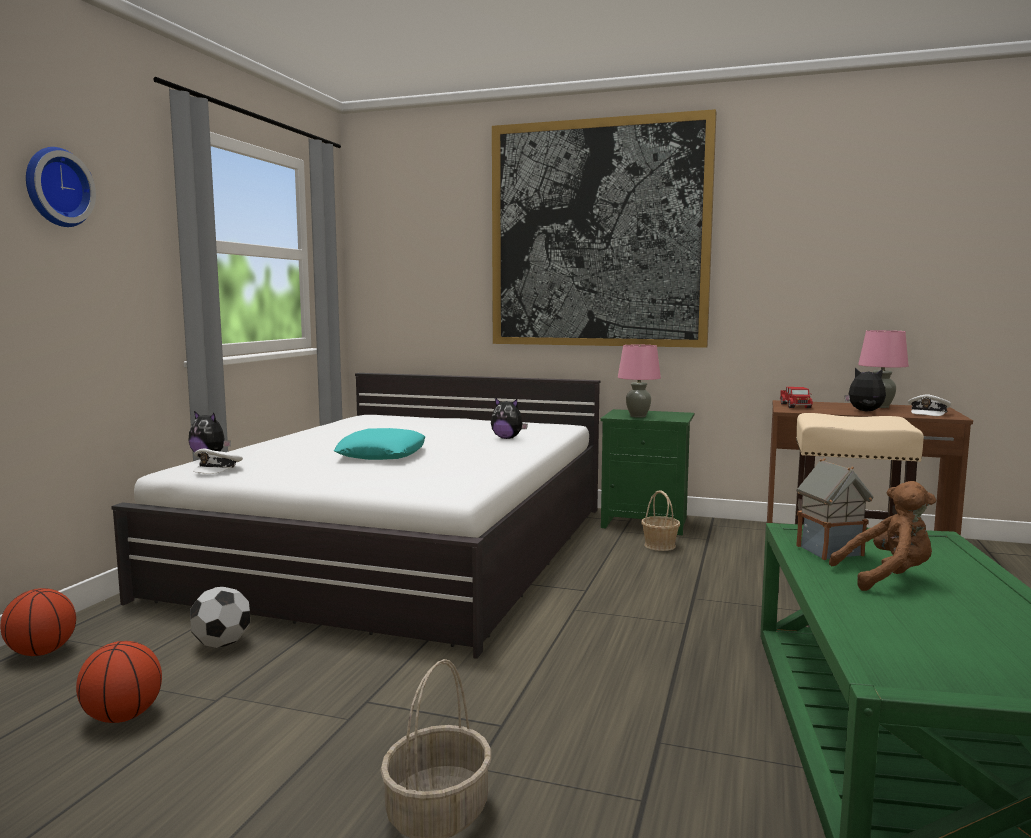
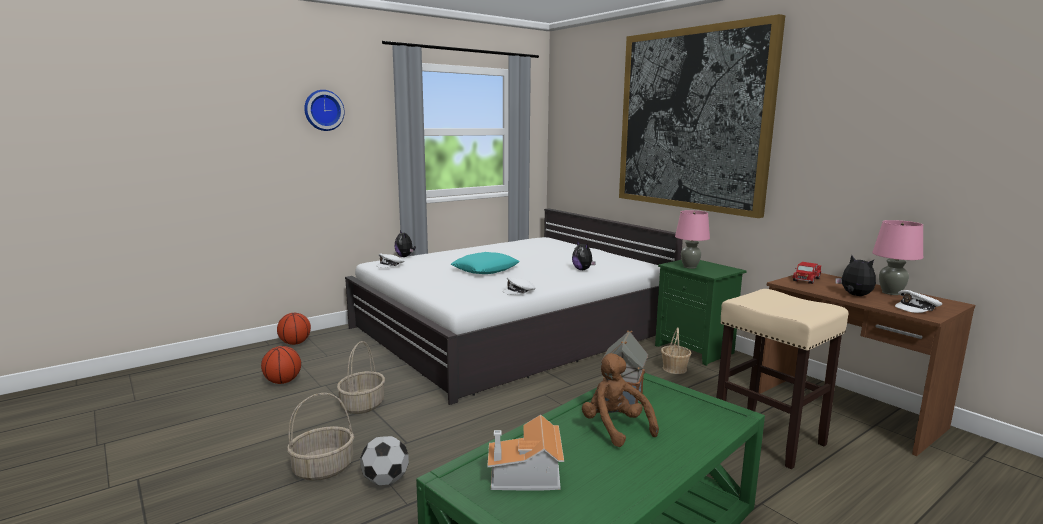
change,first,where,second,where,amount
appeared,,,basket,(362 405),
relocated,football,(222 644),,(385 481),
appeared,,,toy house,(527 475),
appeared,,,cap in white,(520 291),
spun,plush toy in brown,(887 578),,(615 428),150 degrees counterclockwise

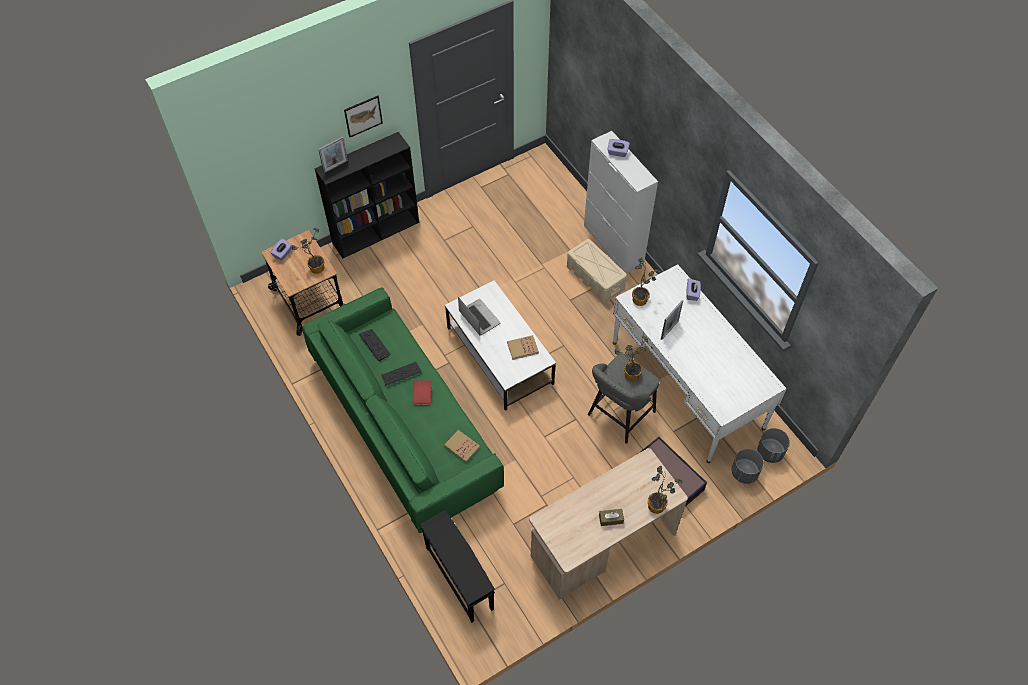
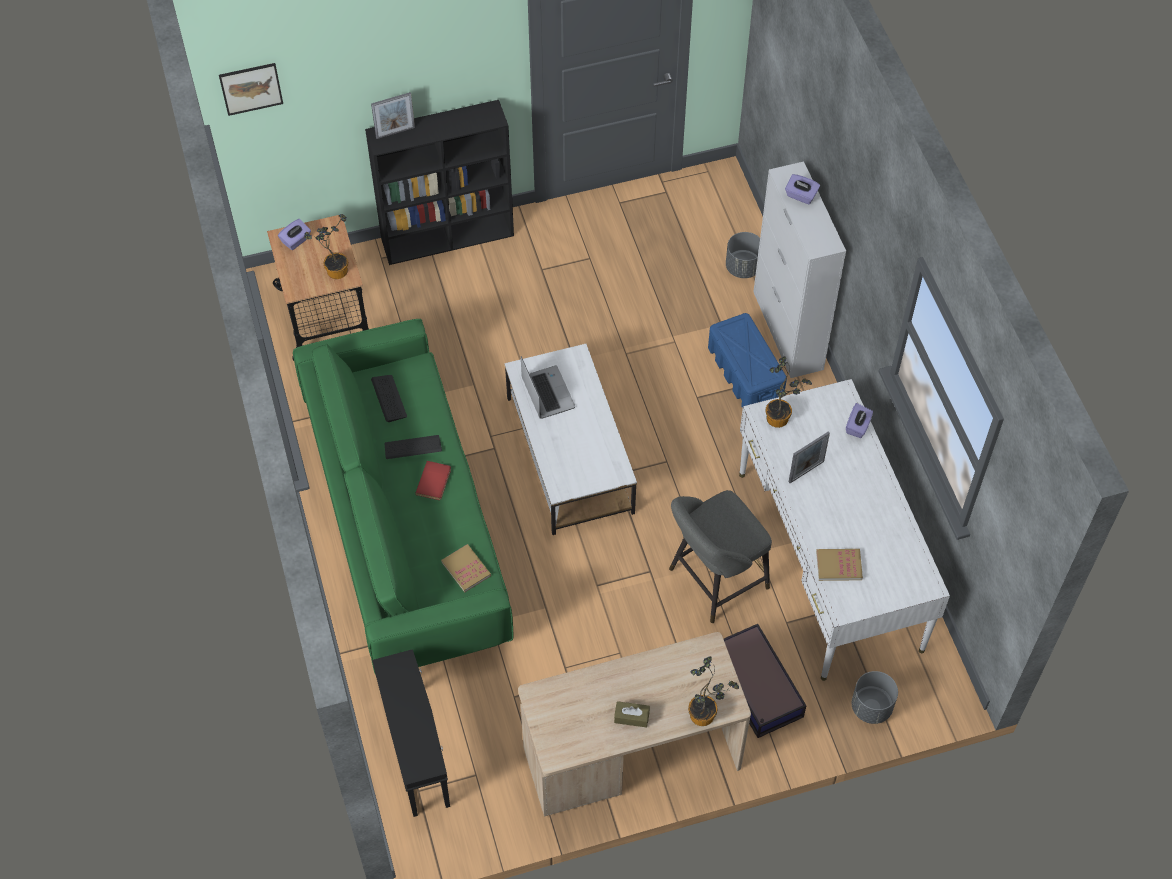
change,first,where,second,where,amount
relocated,picture,(363 116),,(251 88),
colour,storage box in beige,(595 278),storage box in blue,(745 373),
relocated,planter in grey,(770 452),,(743 267),
relocated,book,(522 348),,(839 565),
missing,potted plant,(629 373),,,

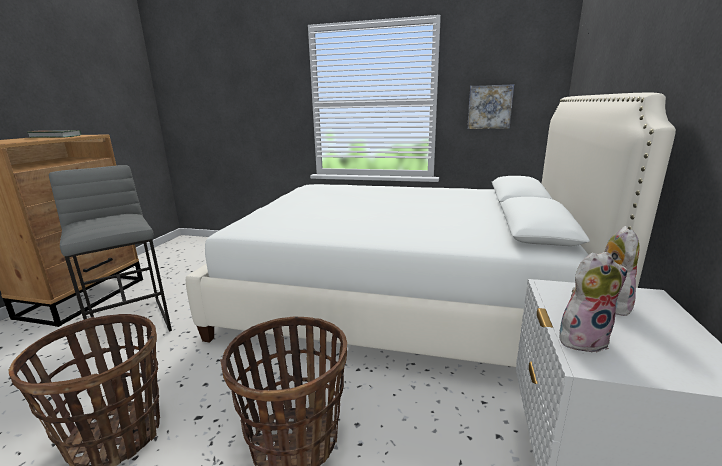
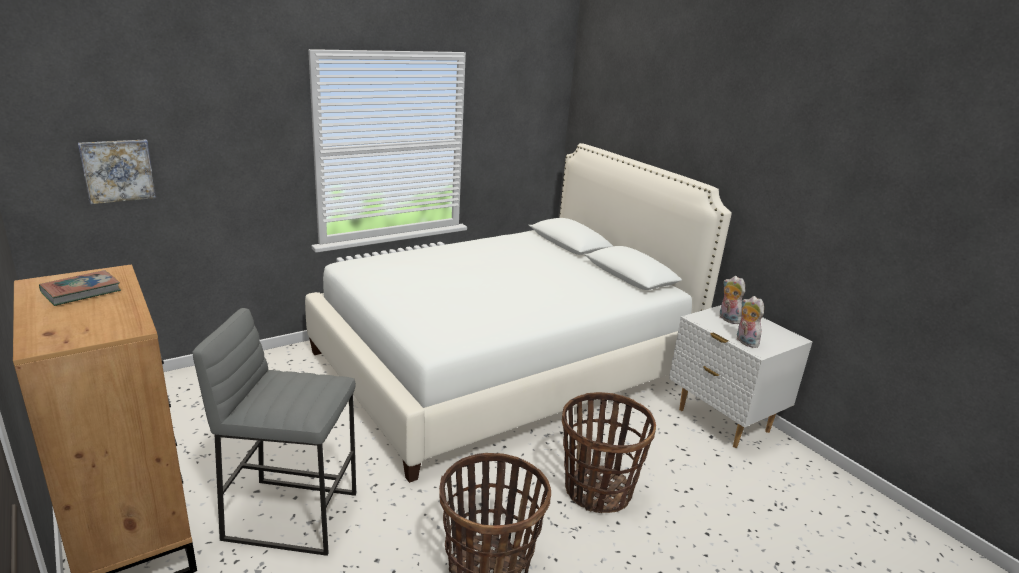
change,first,where,second,where,amount
relocated,picture,(489 107),,(118 170),
spun,plush toy,(582 339),,(745 342),60 degrees counterclockwise

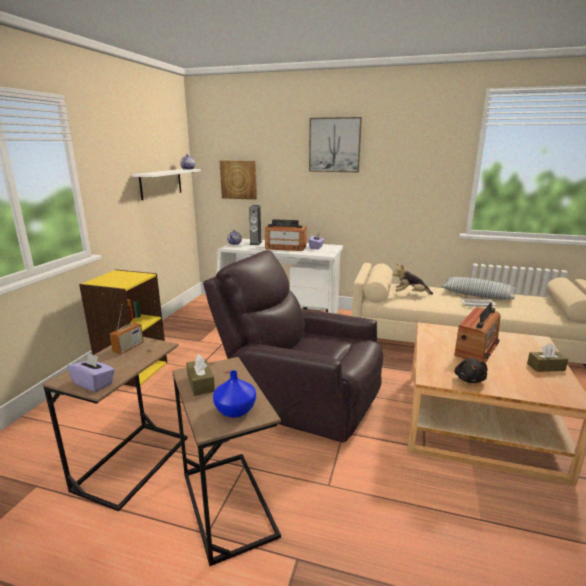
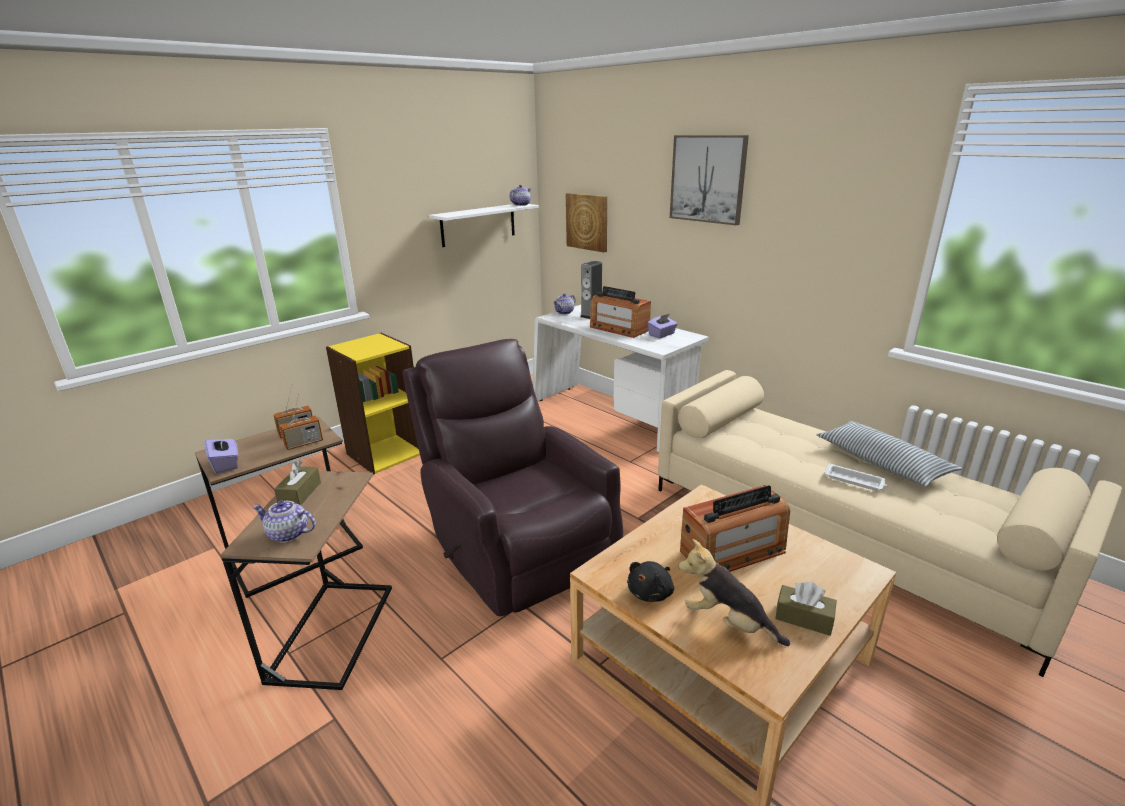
change,first,where,second,where,amount
exchanged,vase in blue,(236 411),teapot,(288 534),
appeared,,,radio,(304 443),
relocated,plush toy,(410 294),,(728 622),

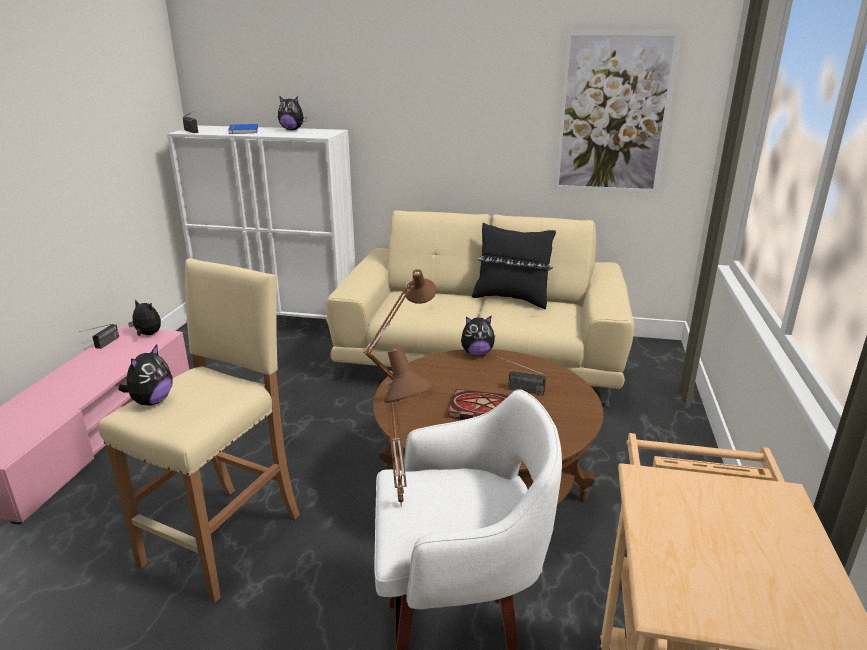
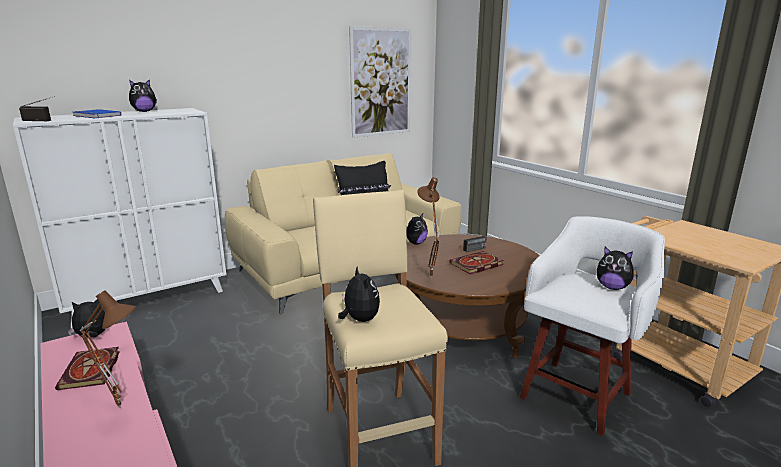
change,first,where,second,where,amount
appeared,,,book,(91 371),
relocated,table lamp in brown,(404 504),,(122 405),
appeared,,,plush toy,(612 287),
missing,radio,(103 345),,,

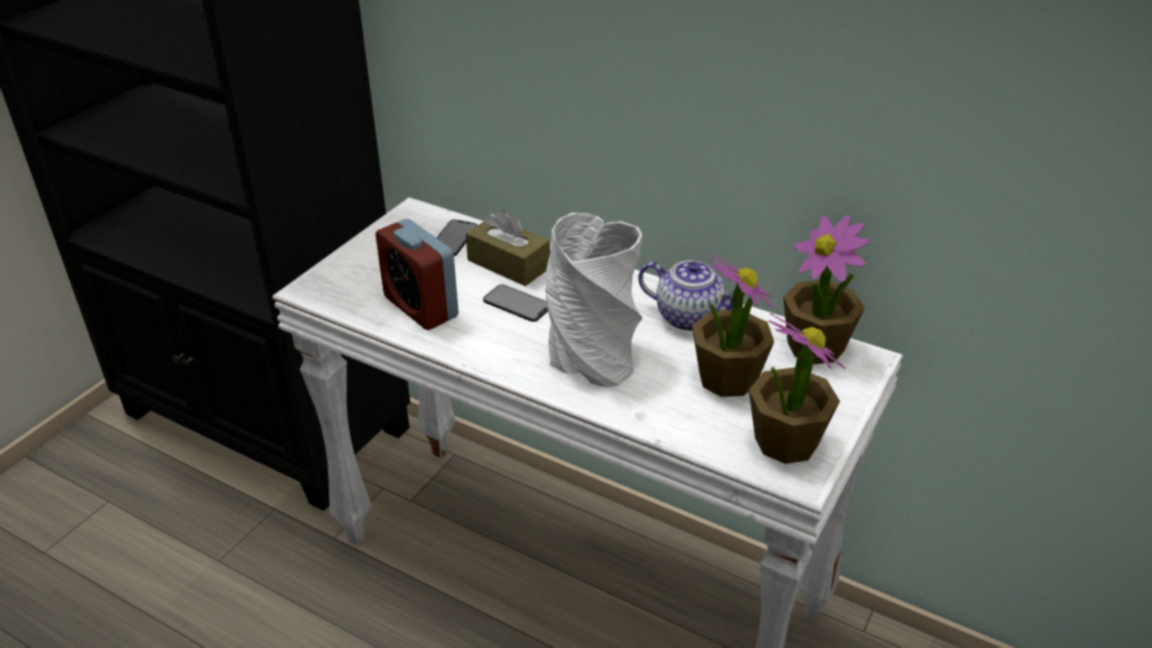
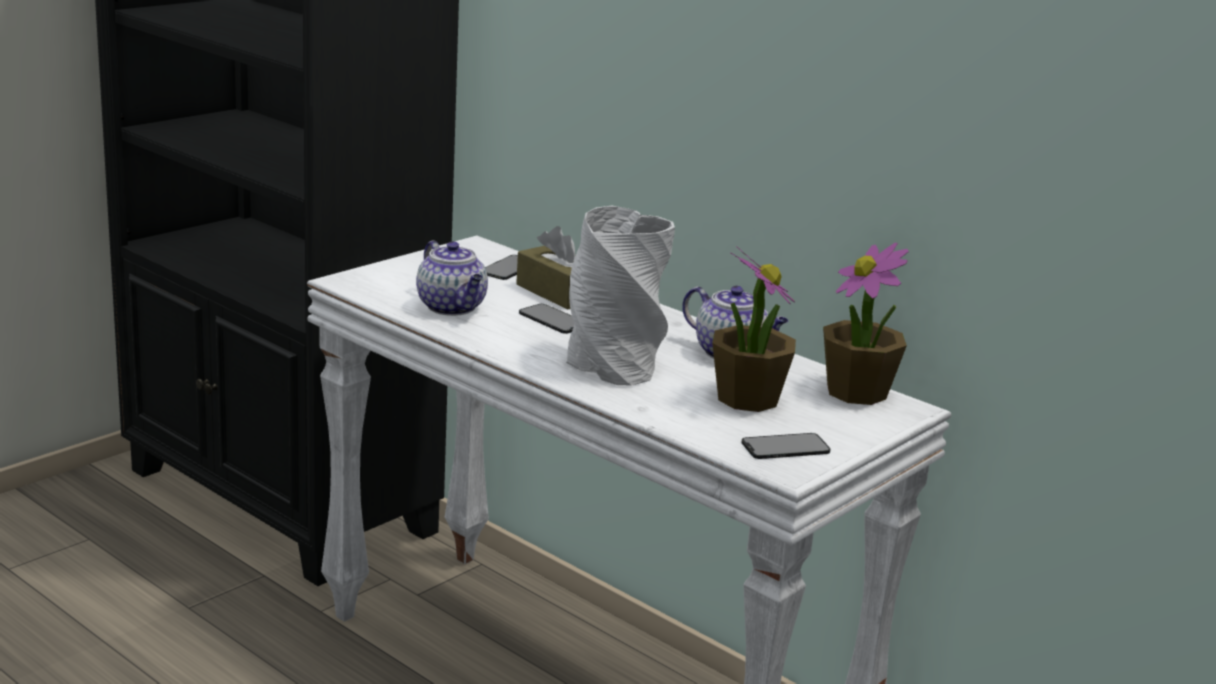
change,first,where,second,where,amount
exchanged,alarm clock,(421 307),teapot,(453 308),
exchanged,potted plant,(785 442),phone,(785 447),

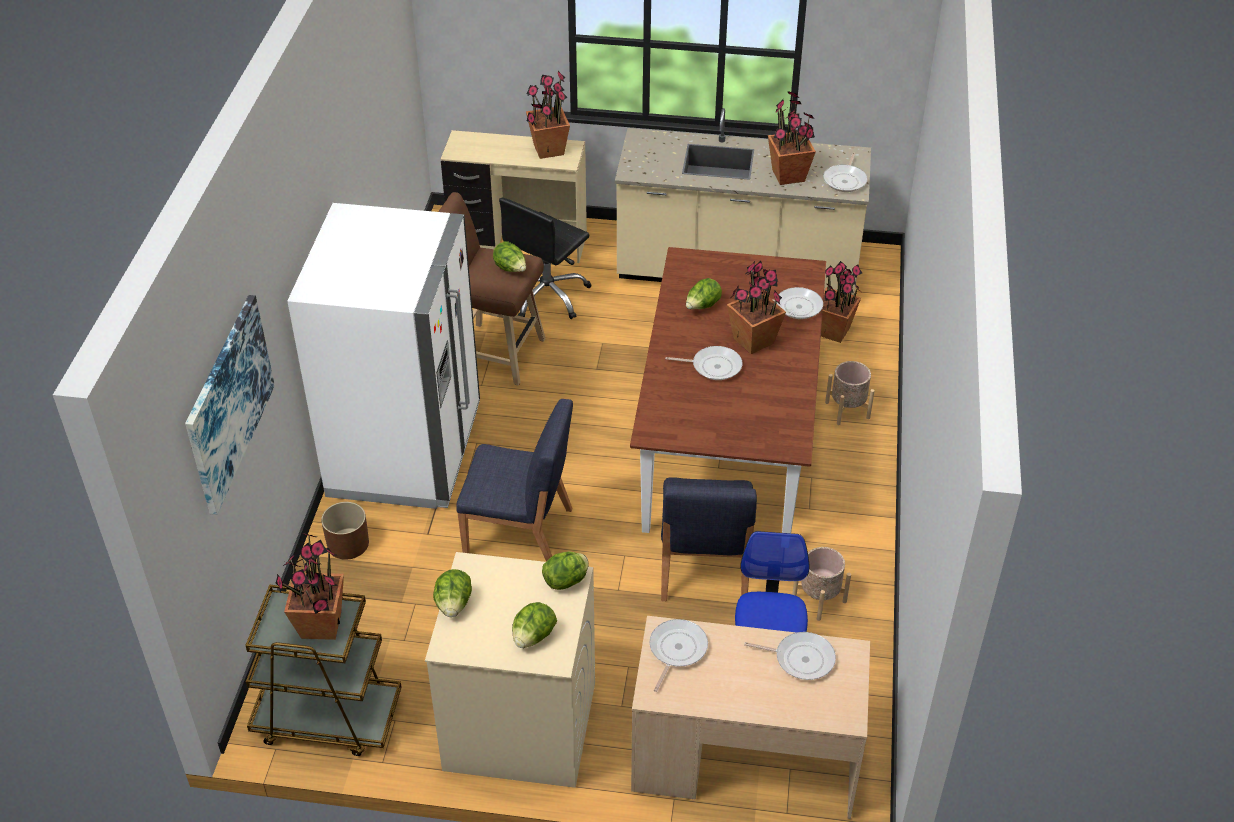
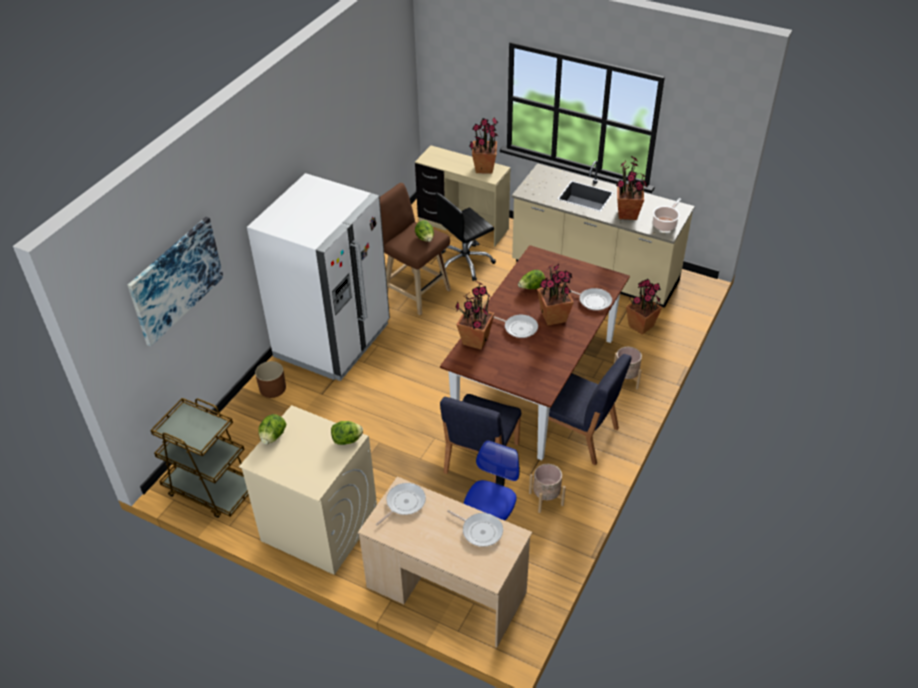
change,first,where,second,where,amount
relocated,potted plant,(320 625),,(475 340),
relocated,chair in blue,(520 532),,(579 435),
exchanged,frying pan,(845 180),cooking pot,(665 224),
missing,lettuce,(533 636),,,

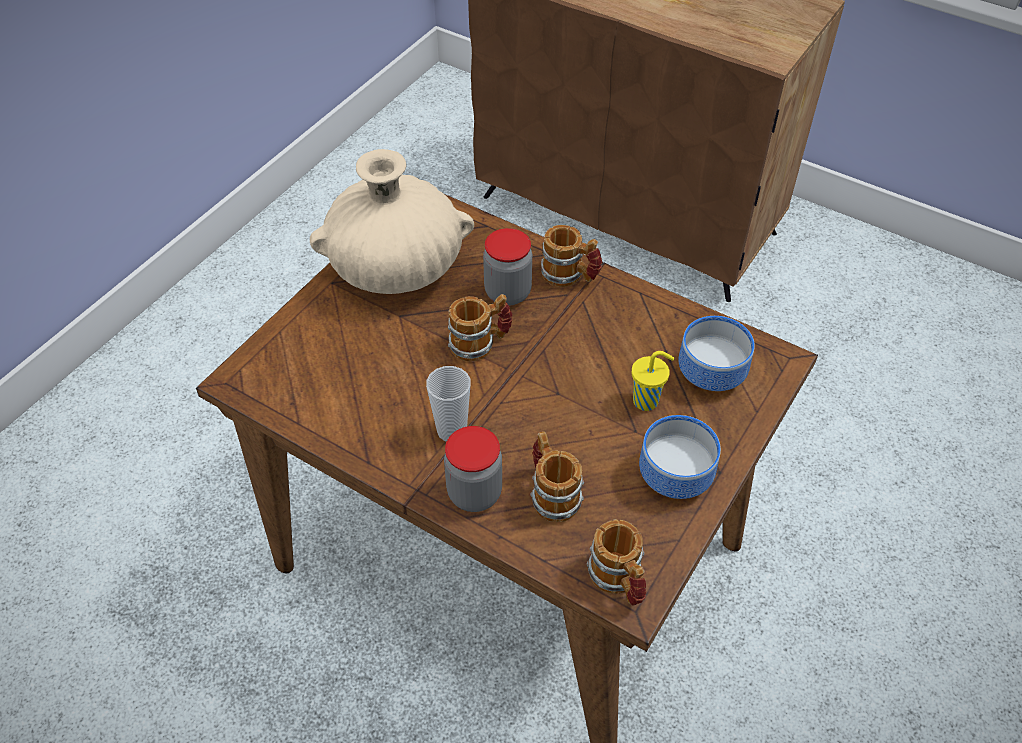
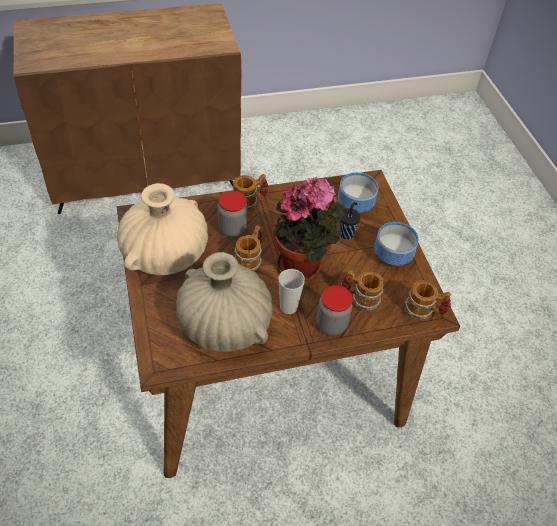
change,first,where,second,where,amount
appeared,,,vase in beige,(224 325),
appeared,,,potted plant,(303 266),
colour,cup in yellow,(647 401),cup in black,(346 233),

